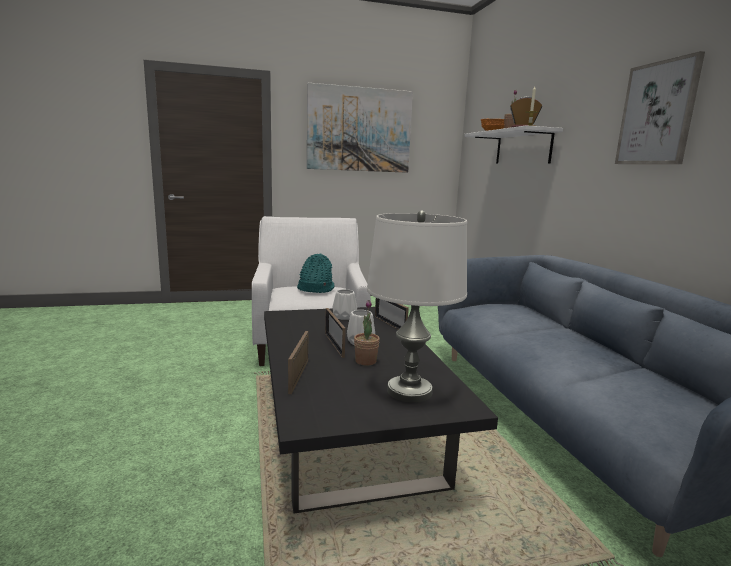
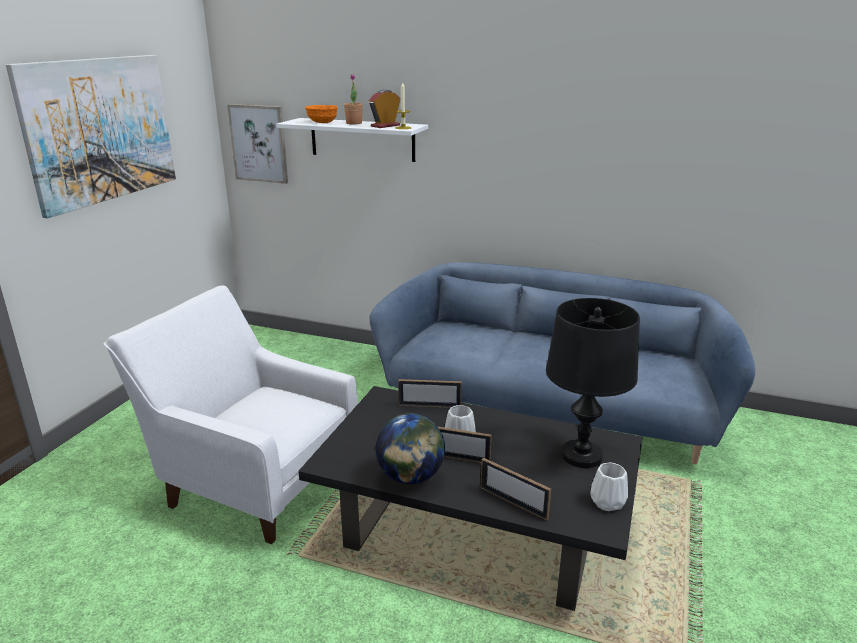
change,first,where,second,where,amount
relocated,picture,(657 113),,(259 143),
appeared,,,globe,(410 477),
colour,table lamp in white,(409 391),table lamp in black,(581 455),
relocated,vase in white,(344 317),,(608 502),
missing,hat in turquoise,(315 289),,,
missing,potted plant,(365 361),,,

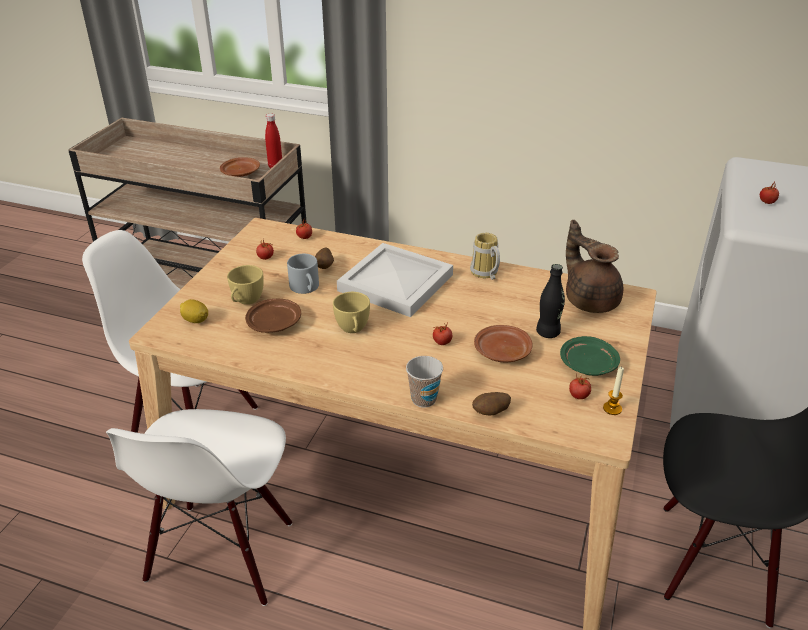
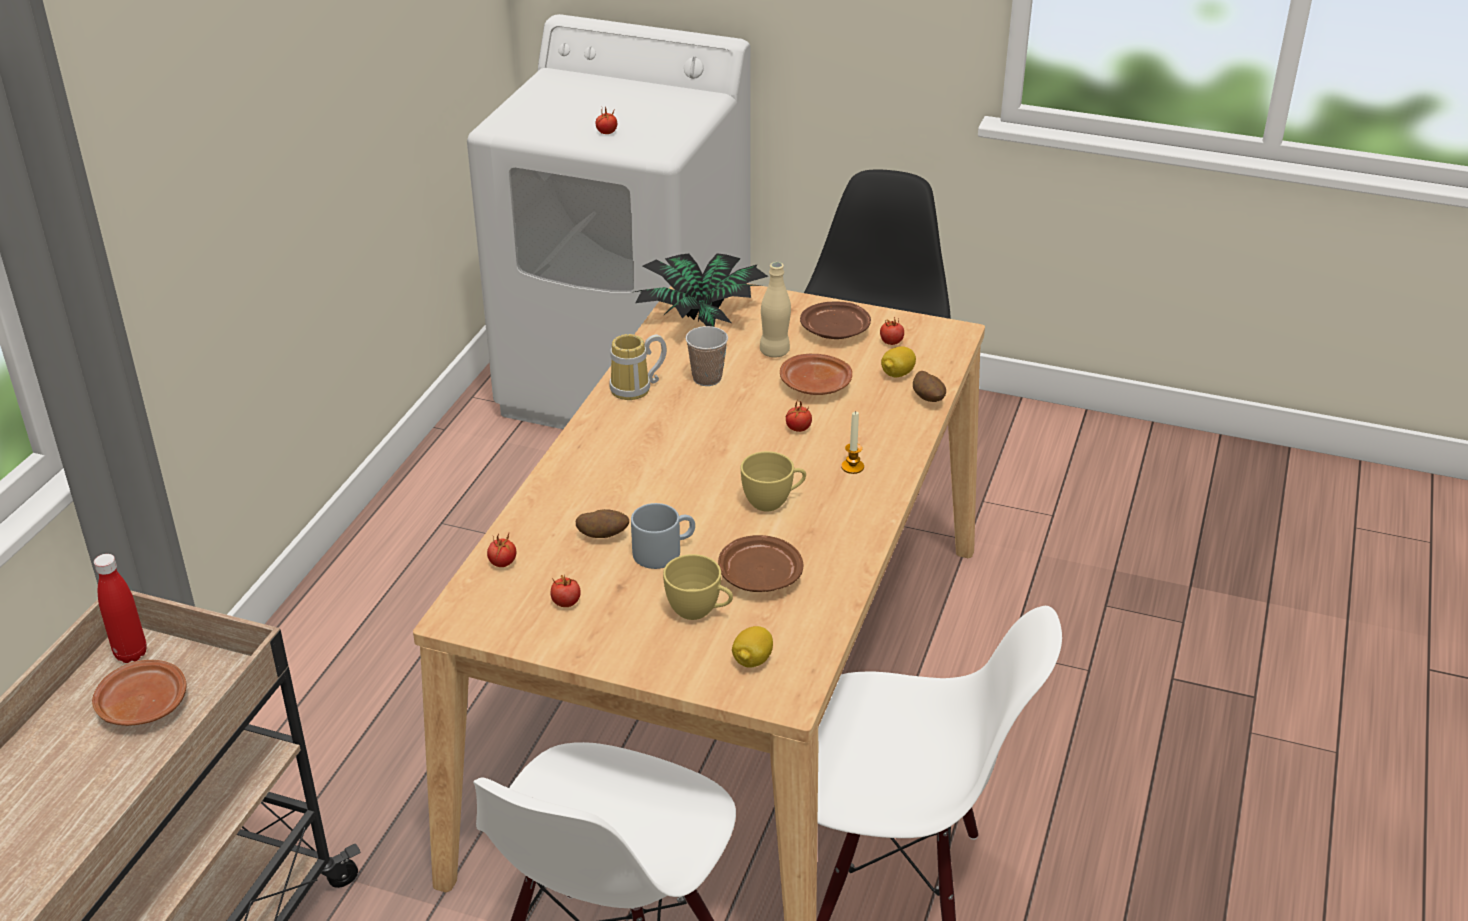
change,first,where,second,where,amount
exchanged,teapot in brown,(590 299),potted plant,(703 316),
relocated,cup,(423 399),,(707 378),
colour,bottle in black,(547 333),bottle in beige,(774 352),
colour,plate in green,(588 365),plate in brown,(836 331),
relocated,candle,(612 408),,(852 467),
appeared,,,lemon,(897 374),
missing,tray in white,(395 282),,,

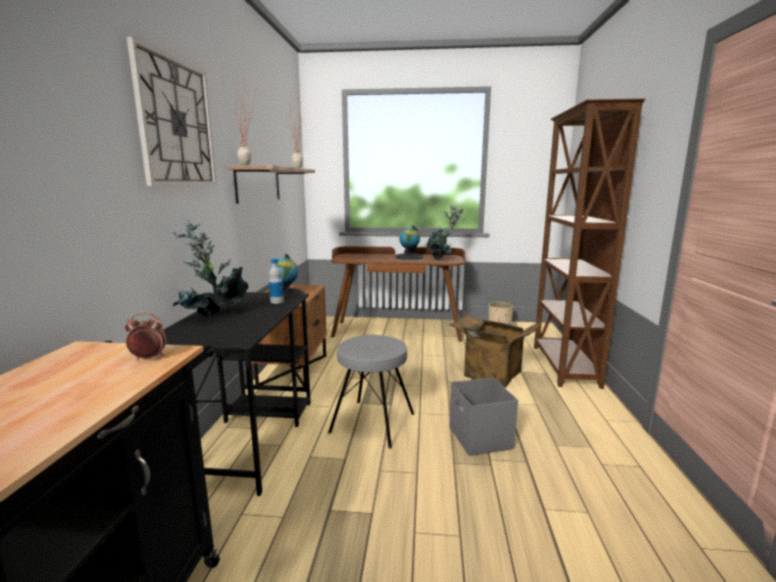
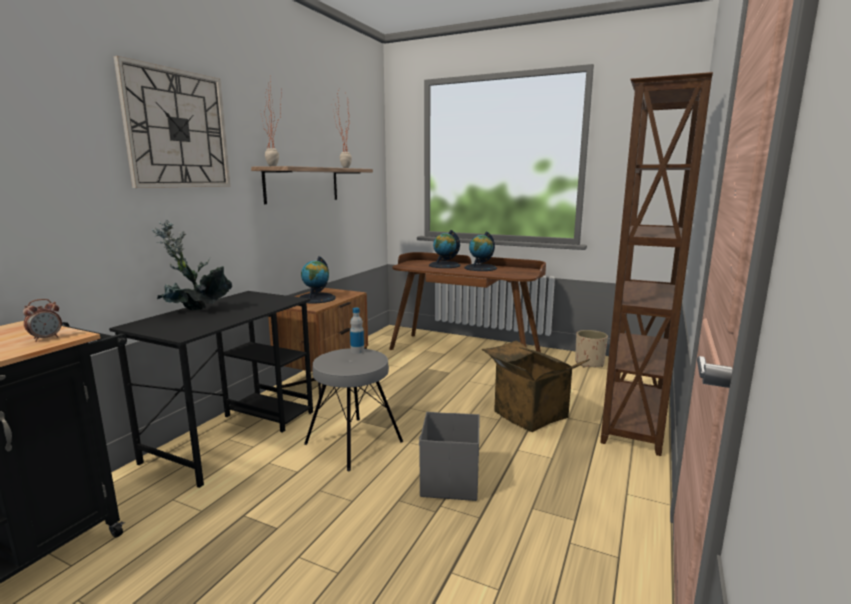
change,first,where,second,where,amount
spun,alarm clock,(149 358),,(46 338),120 degrees clockwise
relocated,bottle,(277 301),,(357 351),
appeared,,,globe,(444 265),
missing,potted plant,(442 259),,,

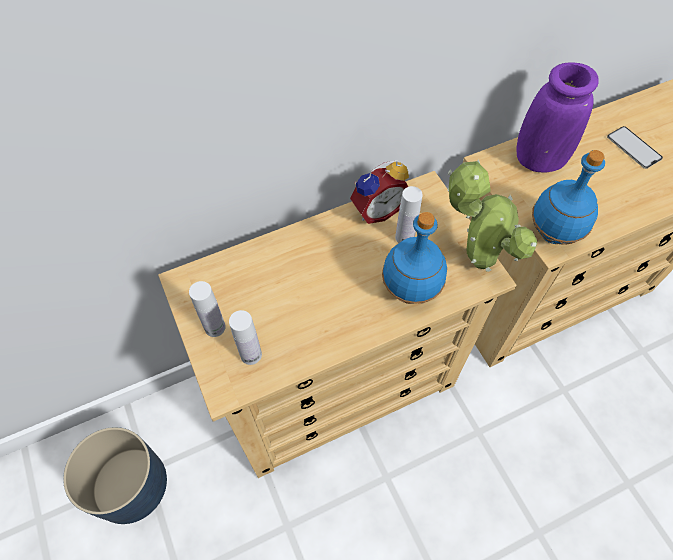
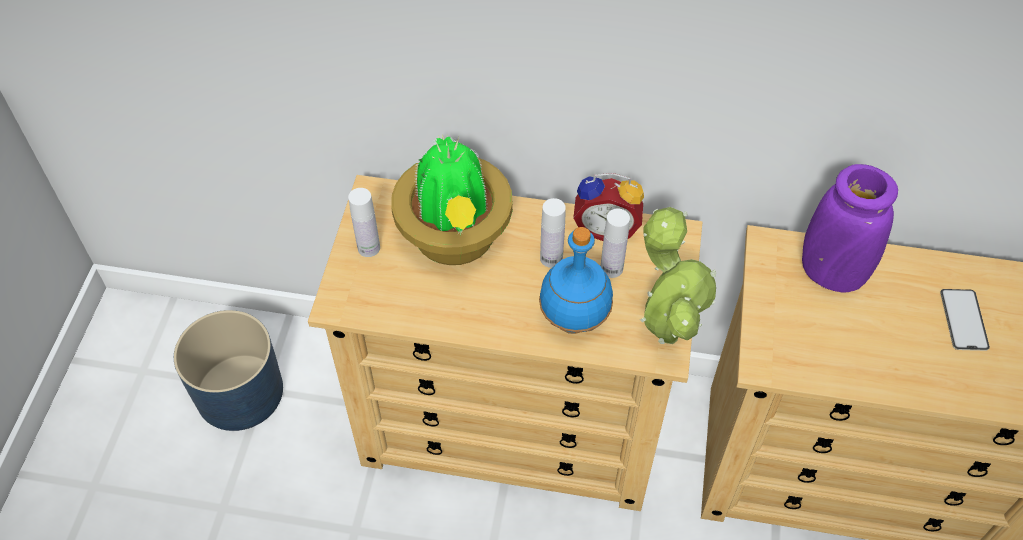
change,first,where,second,where,amount
appeared,,,potted plant,(455 239),
relocated,bottle in white,(251 354),,(551 258),
missing,bottle in blue,(553 234),,,

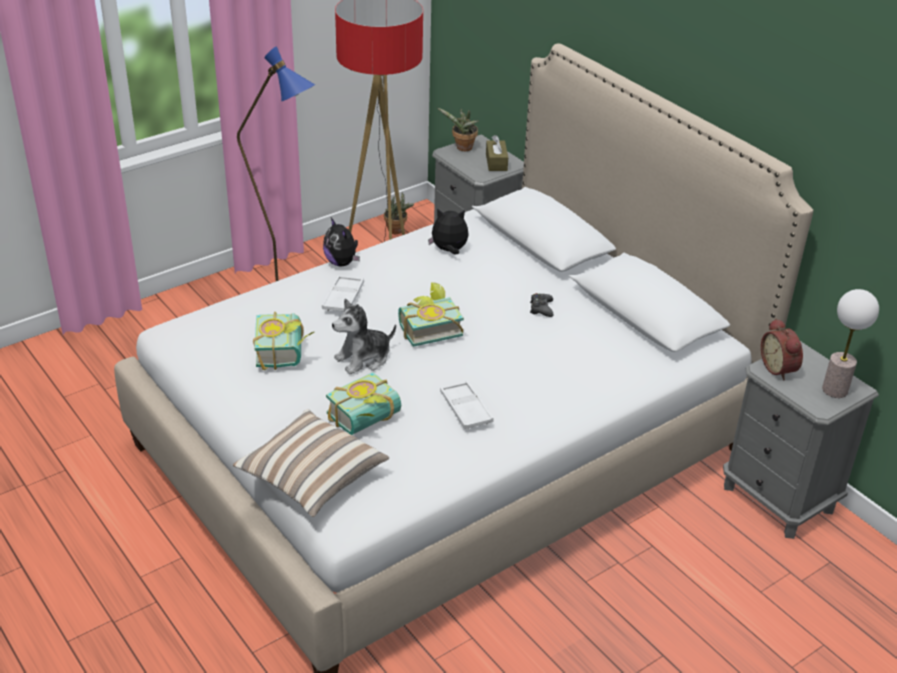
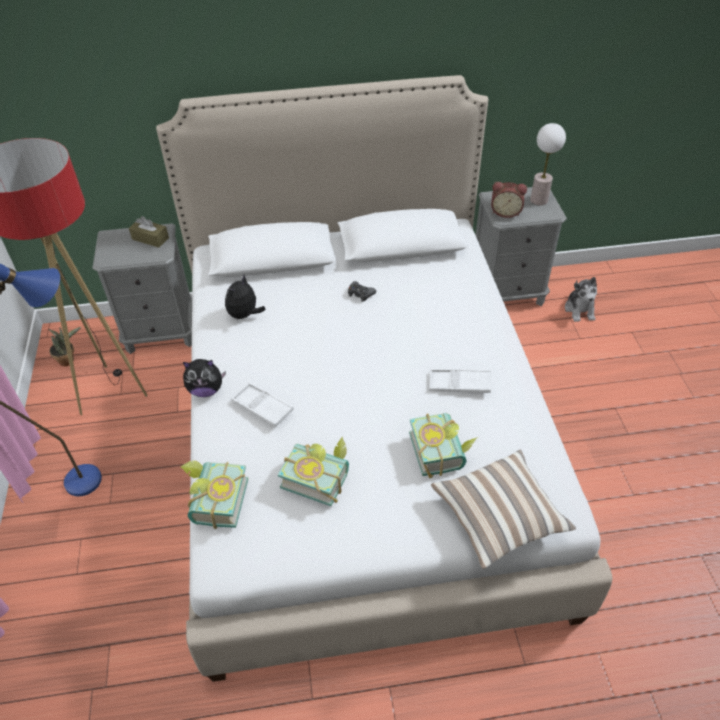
change,first,where,second,where,amount
relocated,book,(428 328),,(214 502),
relocated,plush toy,(363 358),,(580 310),
missing,potted plant,(462 148),,,

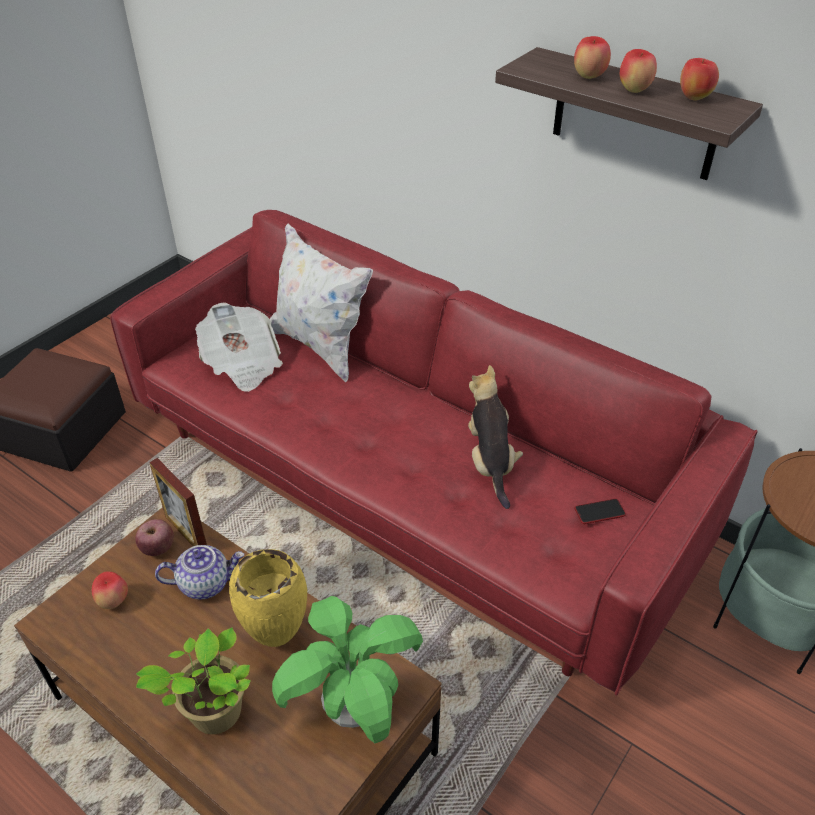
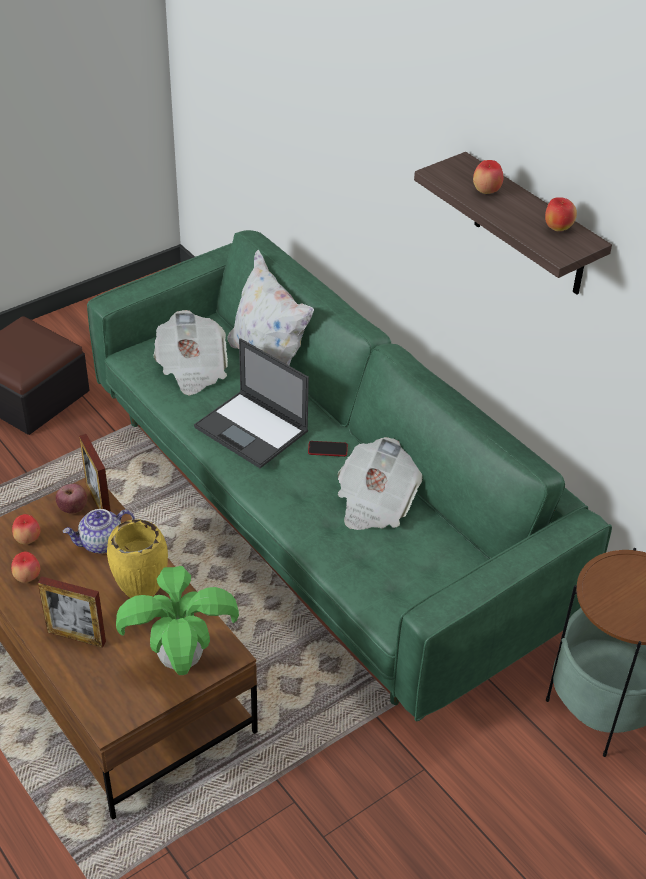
change,first,where,second,where,amount
relocated,apple,(634 90),,(27 578),
exchanged,potted plant,(213 714),picture frame,(76 637),
spun,teapot,(205 583),,(101 543),150 degrees clockwise
colour,sofa in red,(407 484),sofa in green,(320 512),
appeared,,,laptop,(252 430),
relocated,phone,(599 512),,(327 449),
exchanged,plush toy,(490 462),newspaper,(375 503),

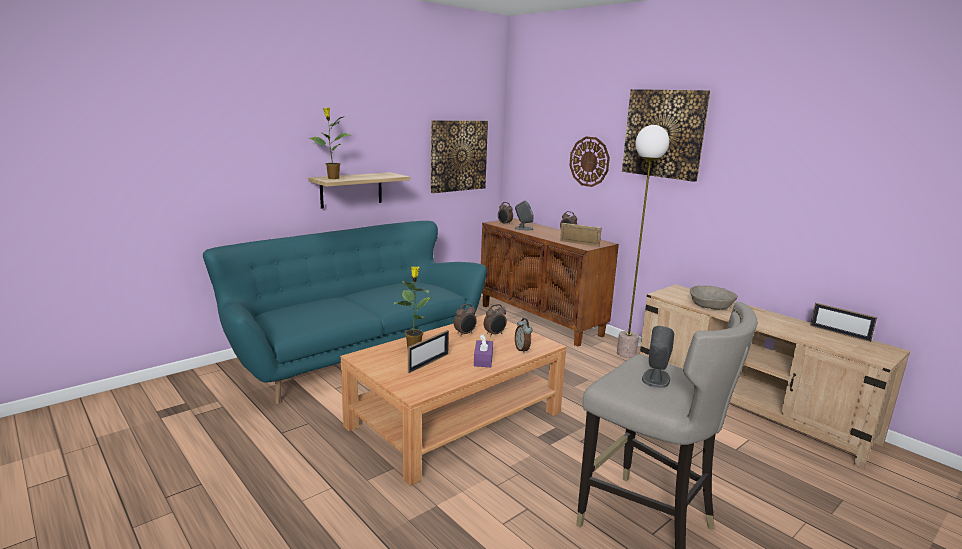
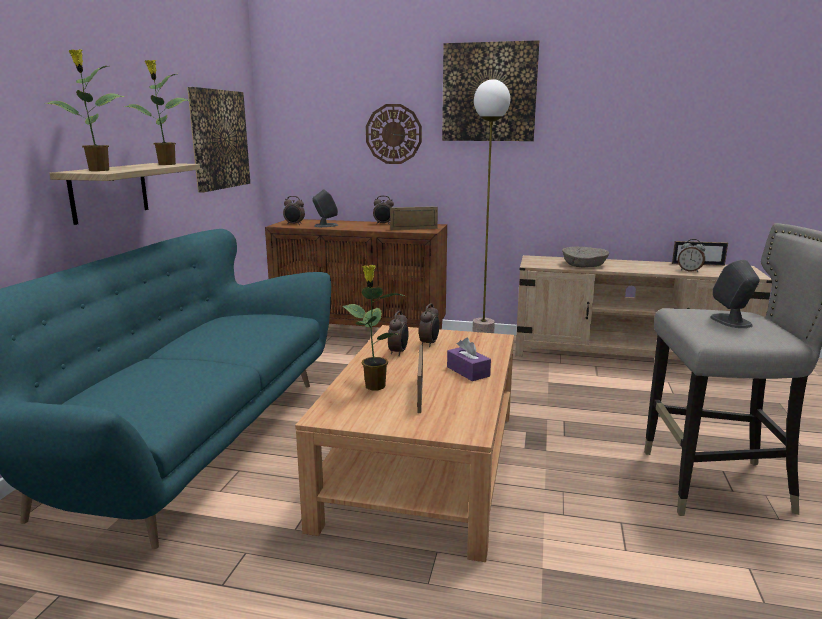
change,first,where,second,where,amount
appeared,,,potted plant,(166 164),
relocated,alarm clock,(522 350),,(689 271),

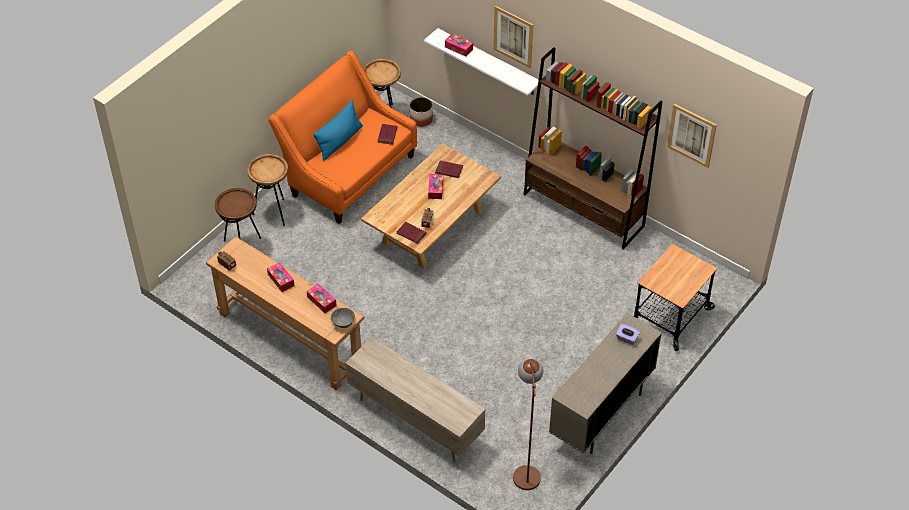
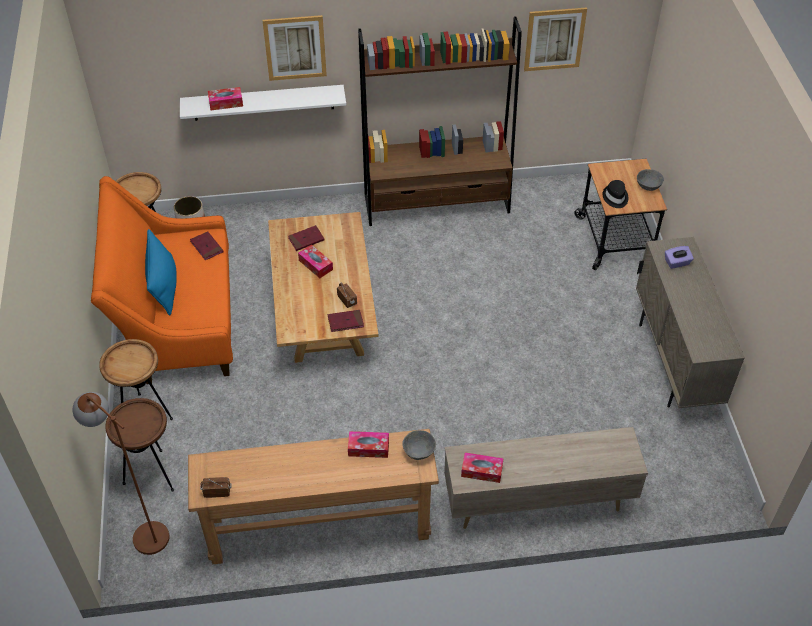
change,first,where,second,where,amount
relocated,floor lamp in brown,(525 469),,(142 531),
relocated,tissue box,(281 280),,(482 471),
appeared,,,hat in black,(615 197),
appeared,,,bowl in grey,(648 186),

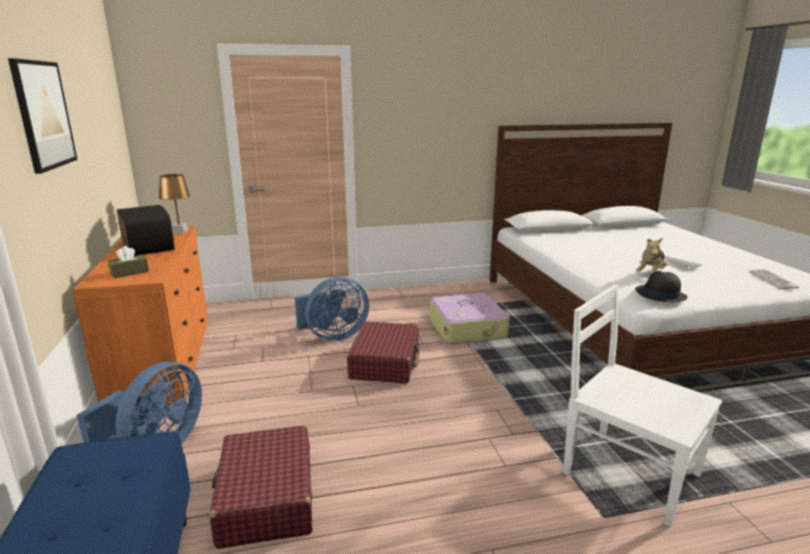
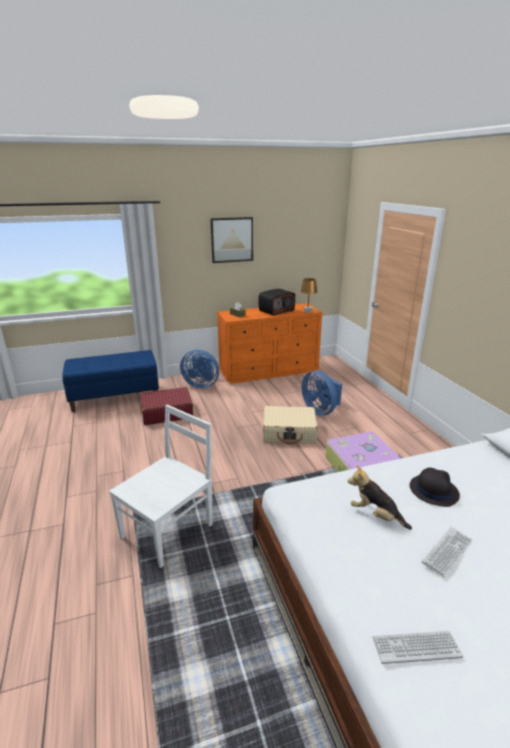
change,first,where,second,where,amount
colour,suitcase in red,(385 363),suitcase in beige,(289 432),
relocated,hat in black,(660 294),,(433 490),

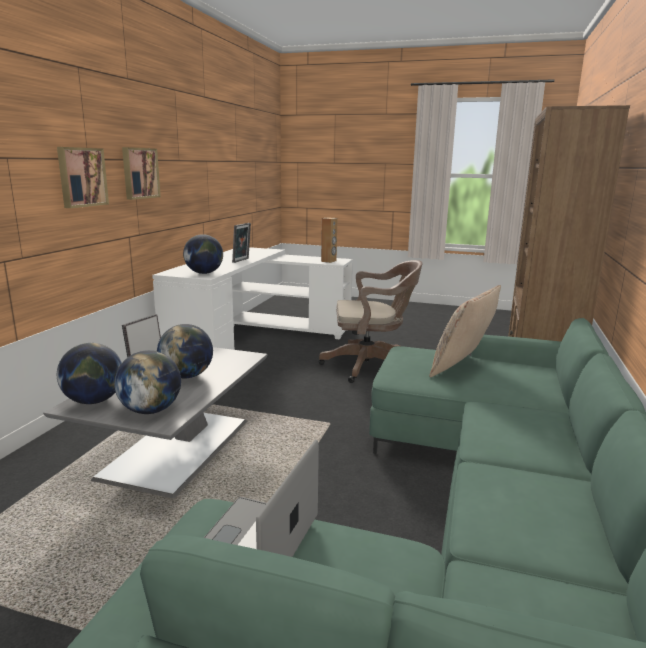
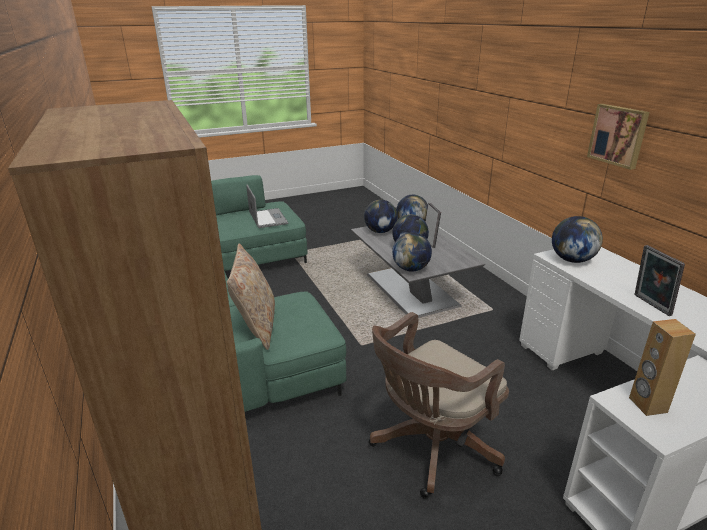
change,first,where,second,where,amount
appeared,,,globe,(411 269),
missing,picture,(81 177),,,

